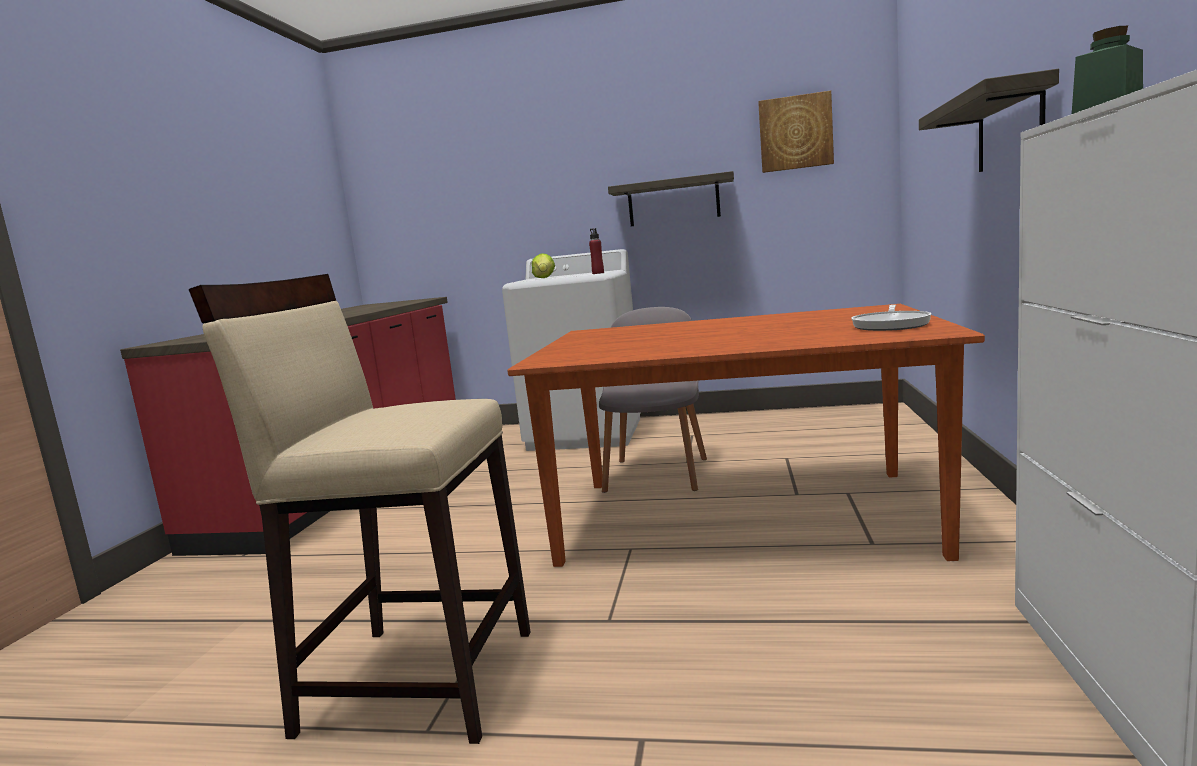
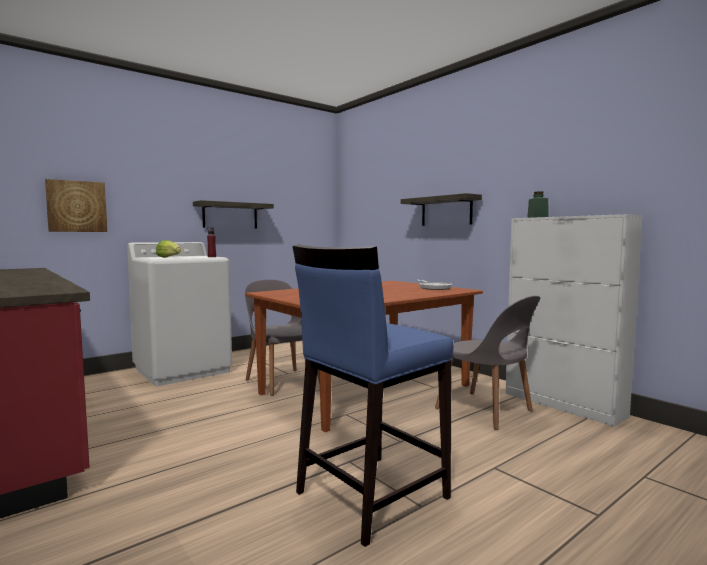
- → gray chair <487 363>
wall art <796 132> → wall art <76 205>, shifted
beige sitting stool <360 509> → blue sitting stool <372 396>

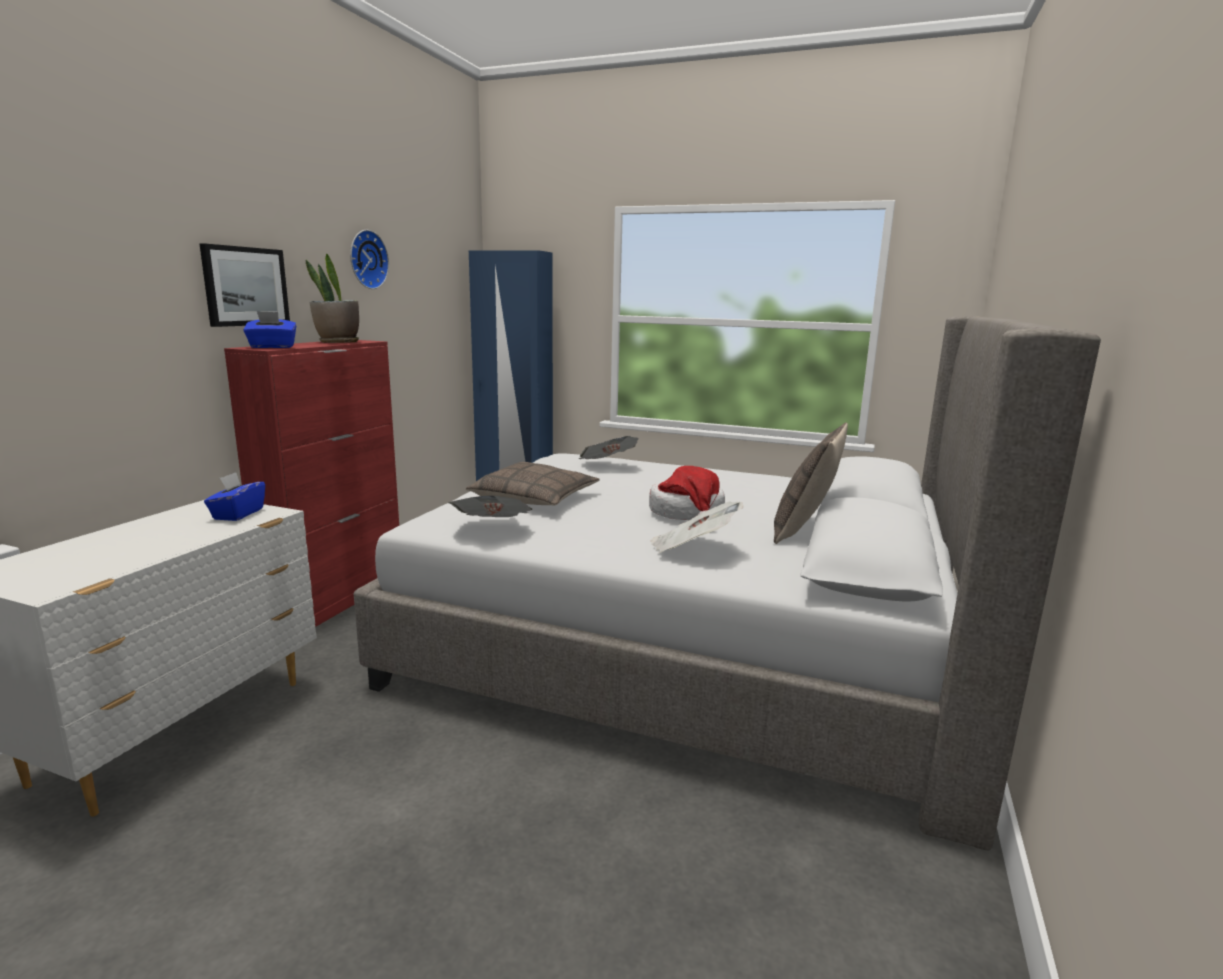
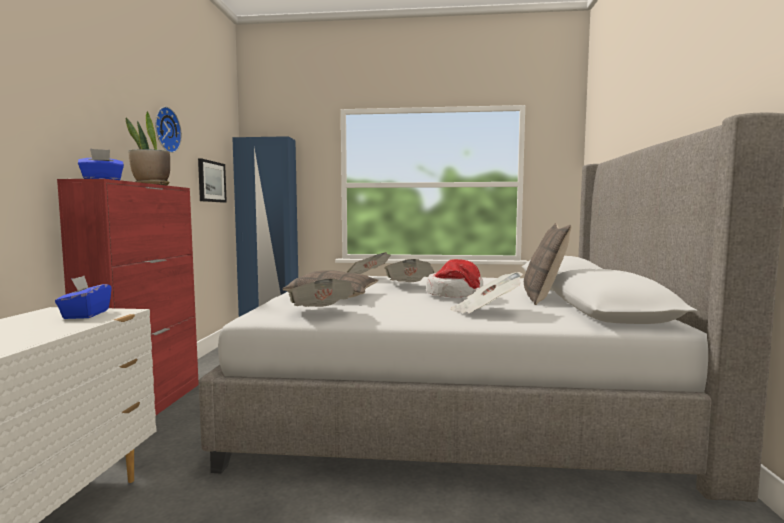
- → newspaper <409 270>
wall art <244 285> → wall art <212 180>, shifted

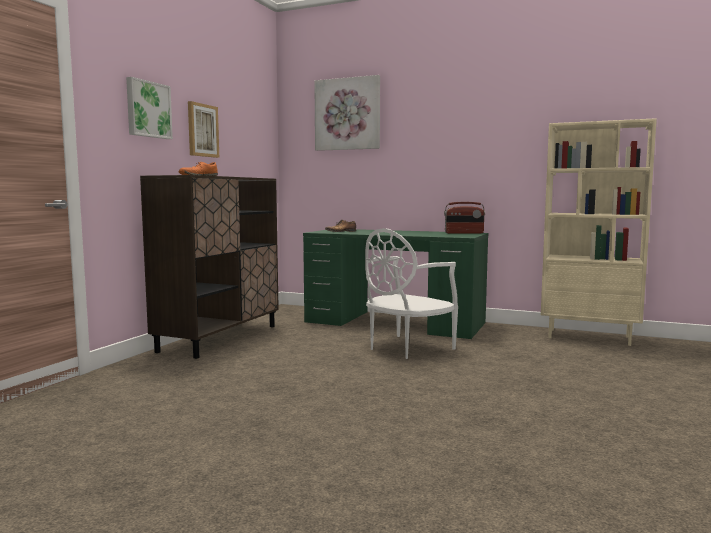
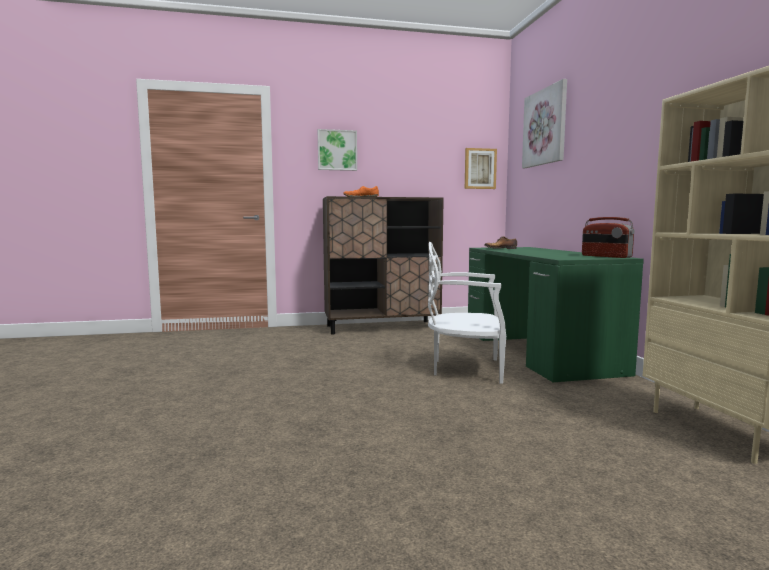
wall art <203 129> → wall art <481 168>, shifted

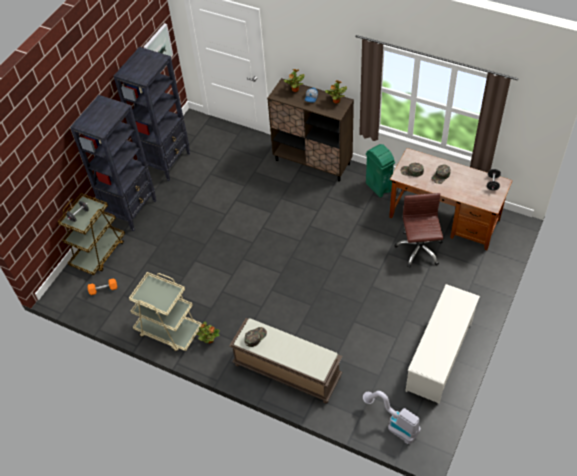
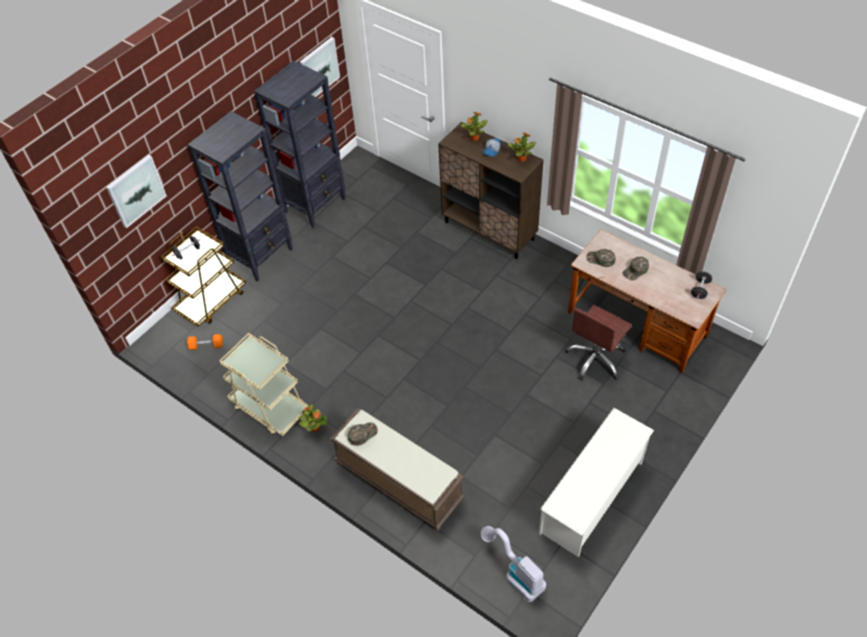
green-coloured waste bin <380 171> → -
- → wall art <136 191>
brown desk chair <419 230> → brown desk chair <598 342>, 150 degrees counterclockwise

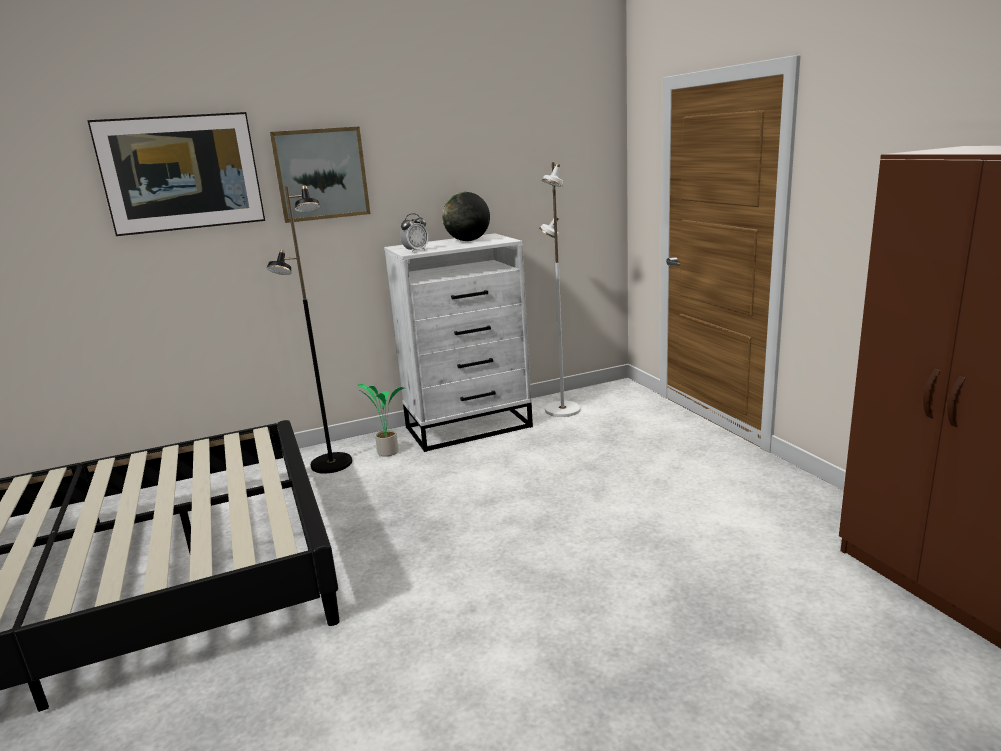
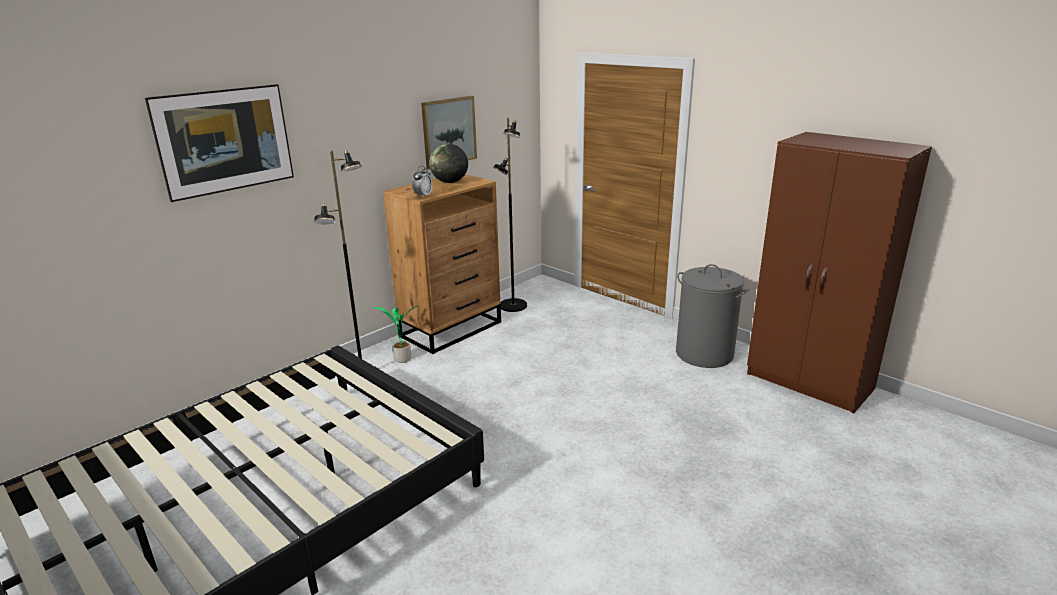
- → gray laundry basket <713 316>
wall art <320 174> → wall art <449 132>, shifted
white-coloured dresser <458 342> → brown dresser <442 264>
white-coloured floor lamp <560 289> → blackish floor lamp <510 215>

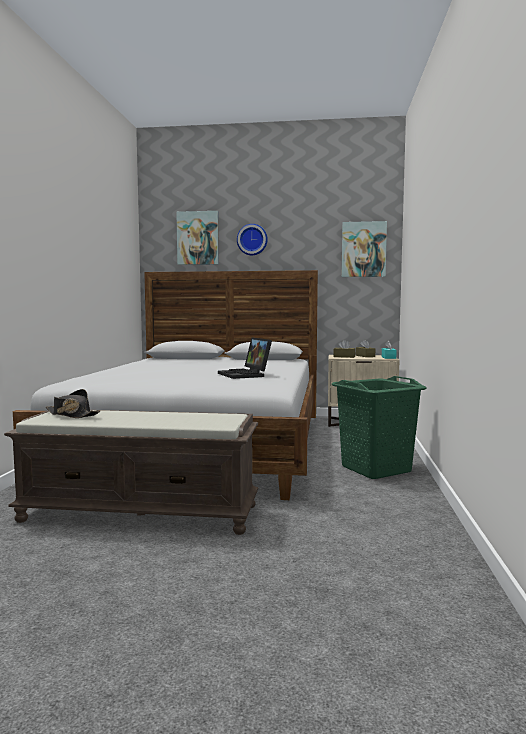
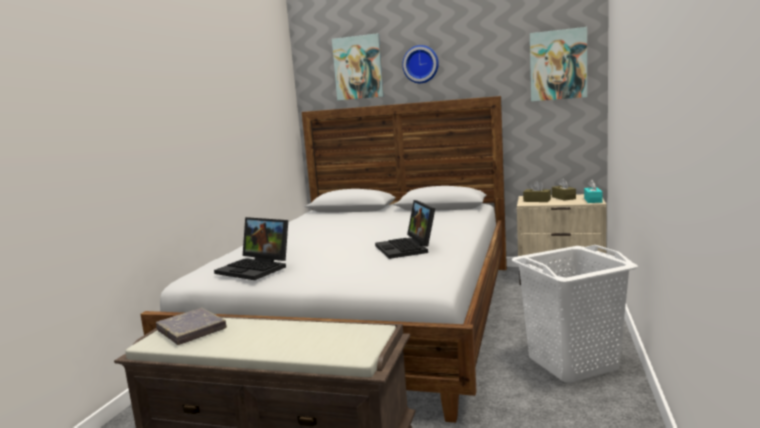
- → laptop <251 248>
blackish clothing hat <73 403> → gray bound book <191 326>
green-coloured laundry basket <379 427> → white-coloured laundry basket <575 314>

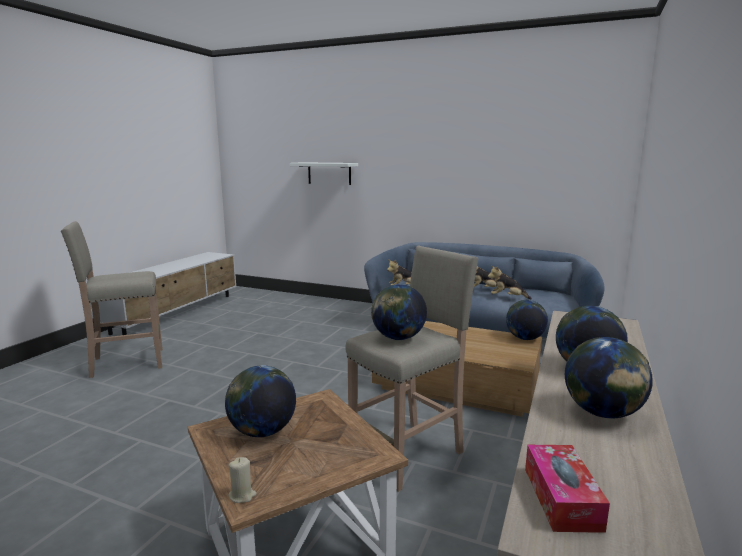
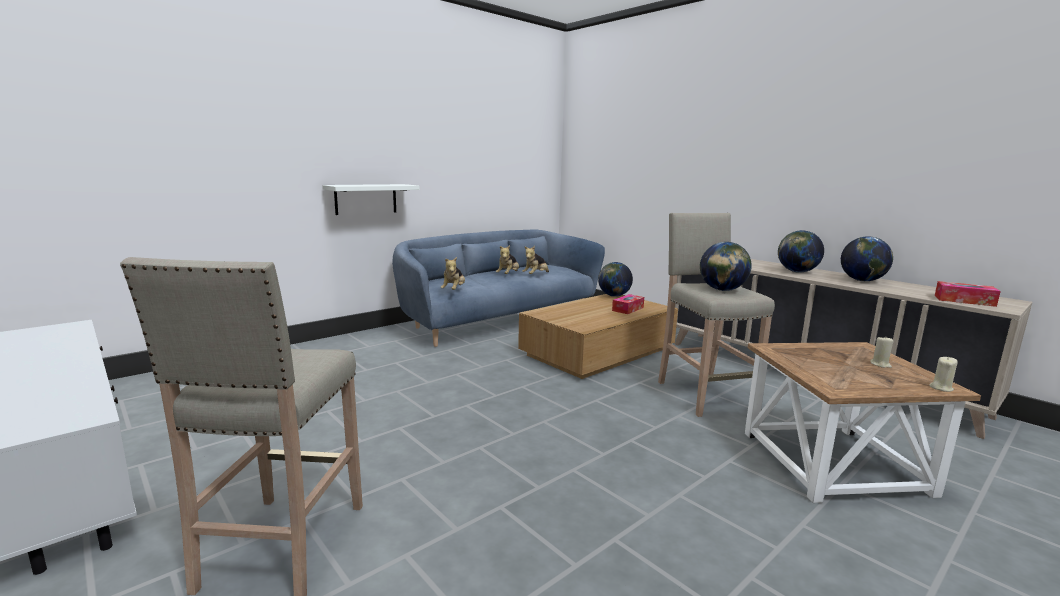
globe <260 401> → -
- → tissue holder <628 304>
- → beige wax light <882 352>
white-coloured wall shelf <324 173> → white-coloured wall shelf <371 199>, shifted

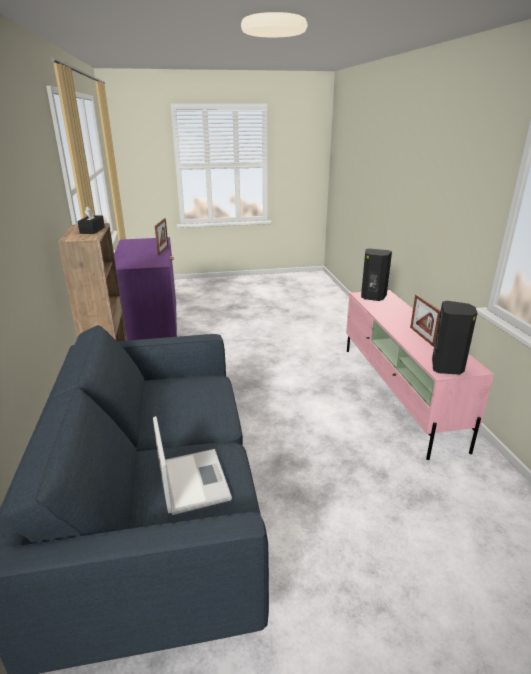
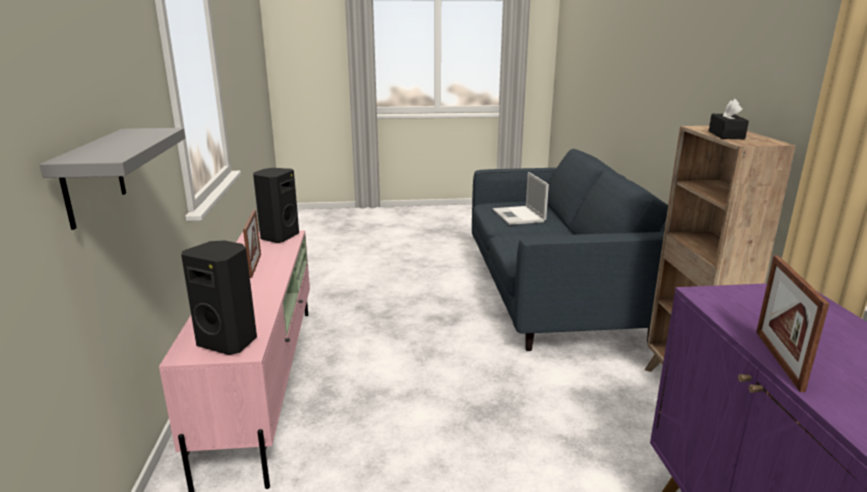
- → gray wall shelf <112 179>

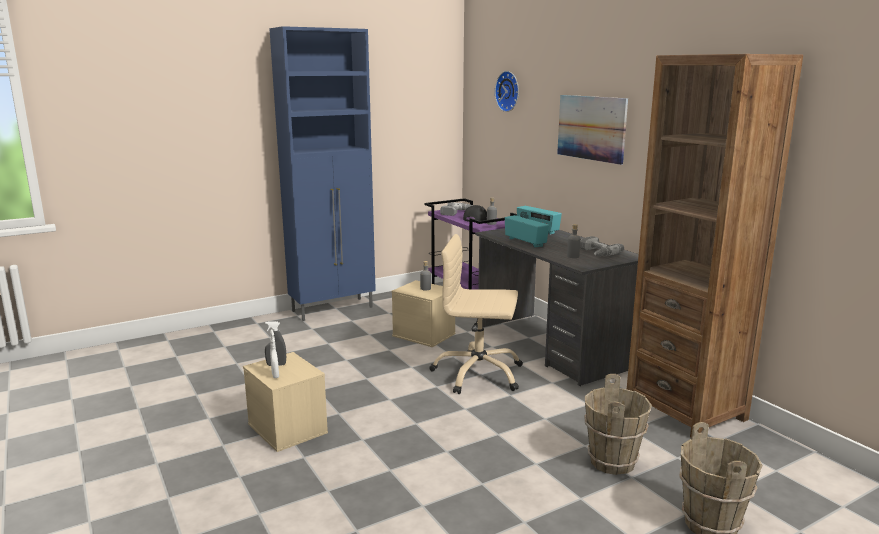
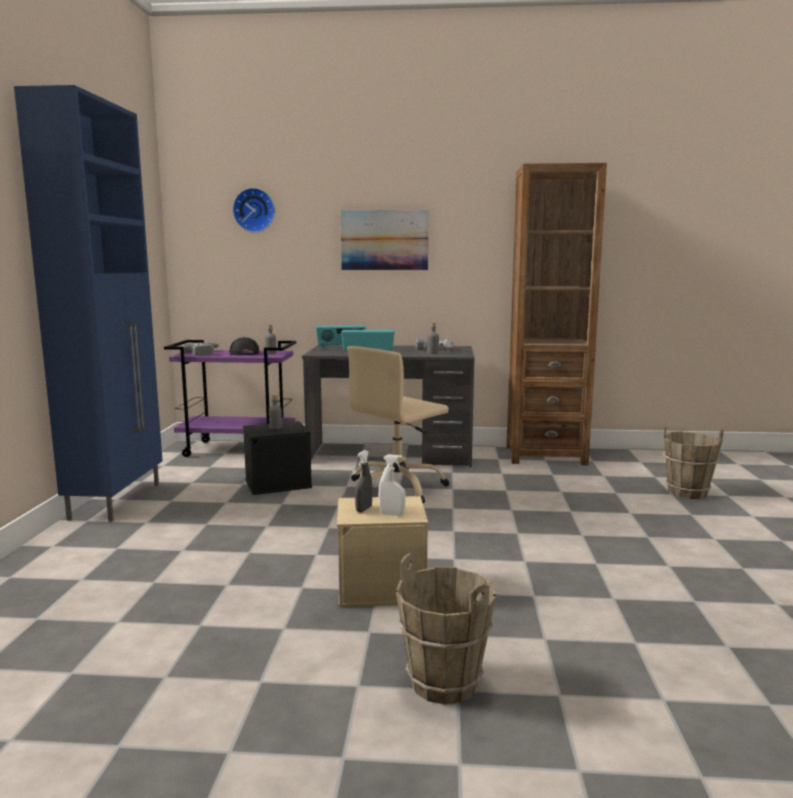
brown pail <618 424> → brown pail <446 629>, shifted
beige storage bin <423 313> → blackish storage bin <277 458>

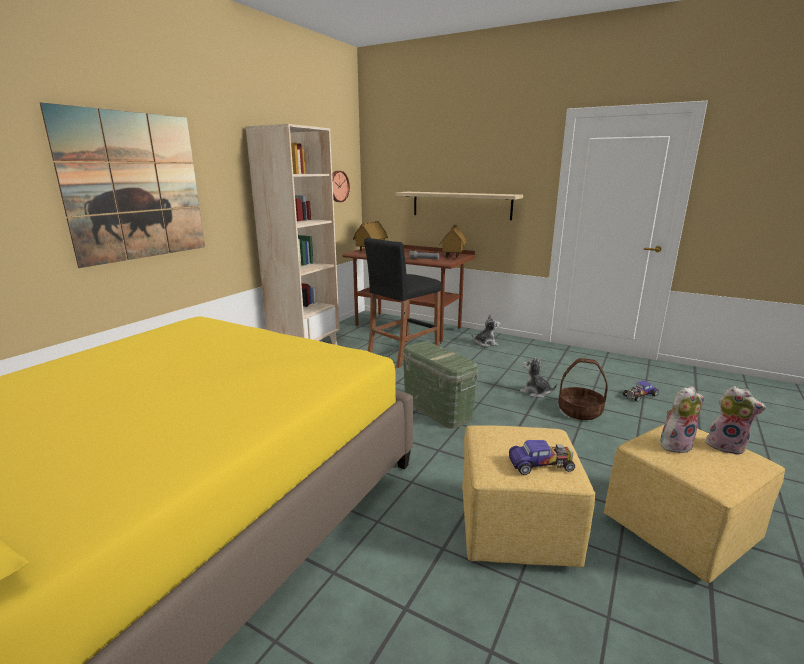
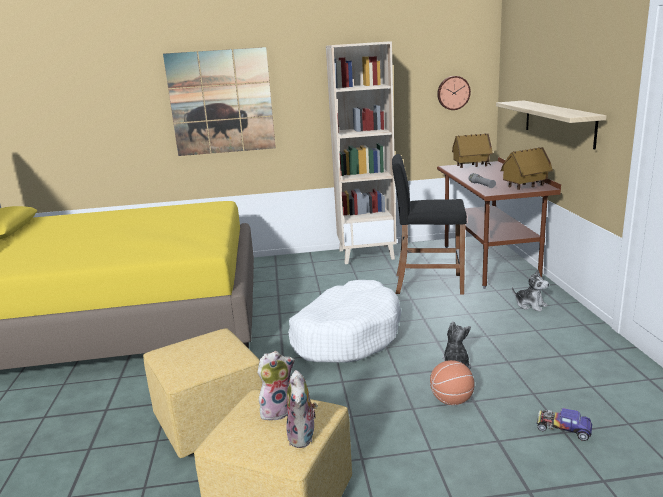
miniature car <542 457> → -
green-coloured storage bin <440 385> → white-coloured dog cushion <344 321>
storage basket <583 389> → ball for basketball <452 382>
soft toy <682 419> → soft toy <276 385>, 60 degrees counterclockwise

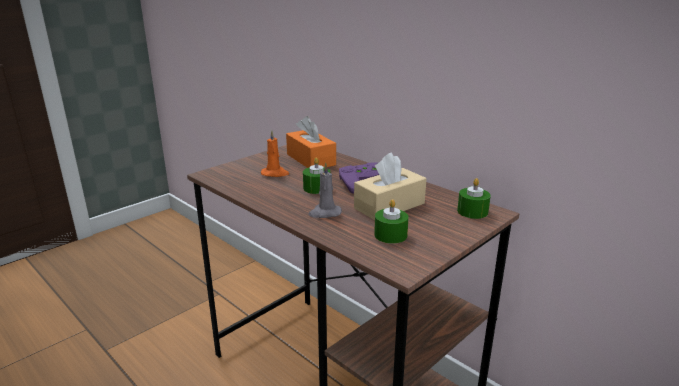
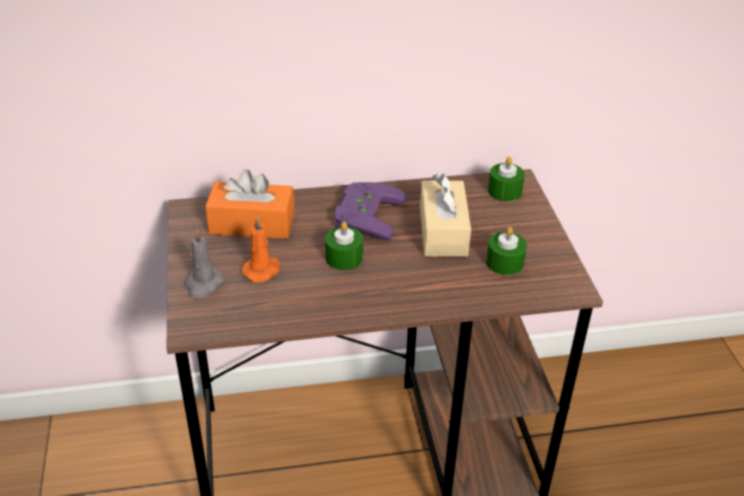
gray wax light <325 190> → gray wax light <204 264>, shifted

